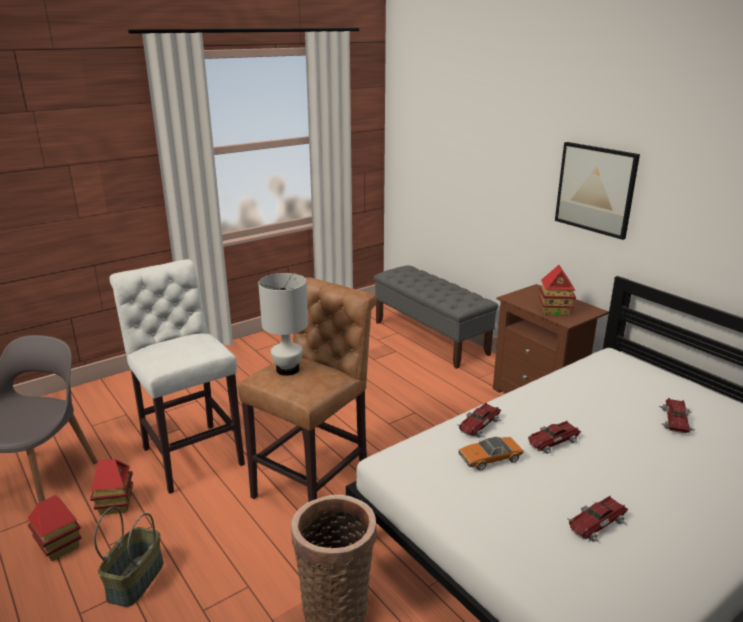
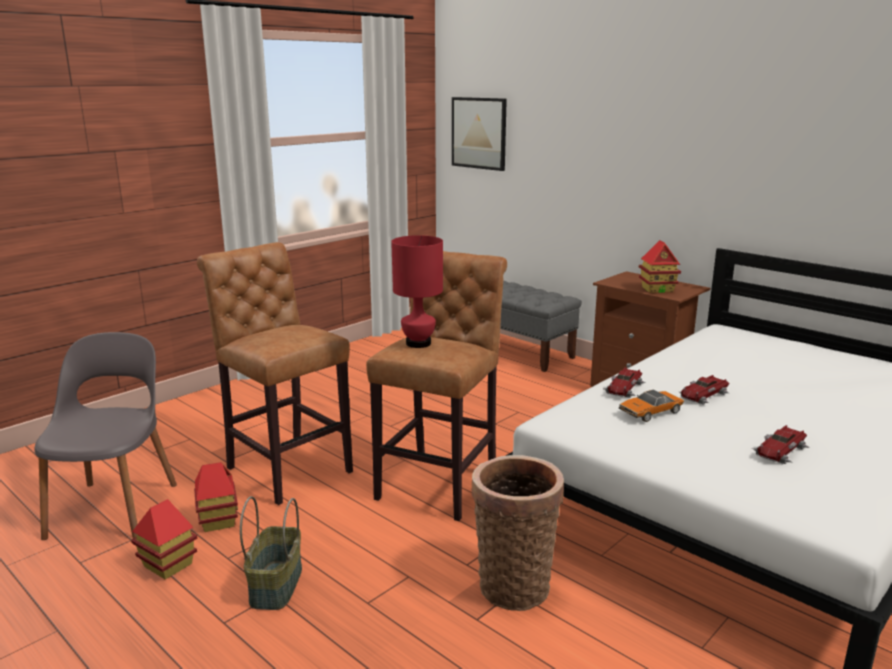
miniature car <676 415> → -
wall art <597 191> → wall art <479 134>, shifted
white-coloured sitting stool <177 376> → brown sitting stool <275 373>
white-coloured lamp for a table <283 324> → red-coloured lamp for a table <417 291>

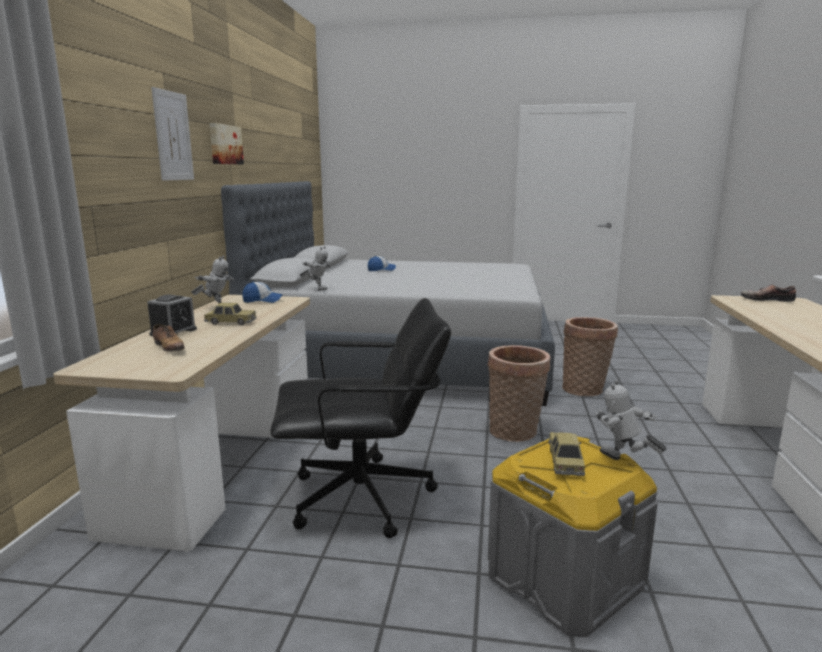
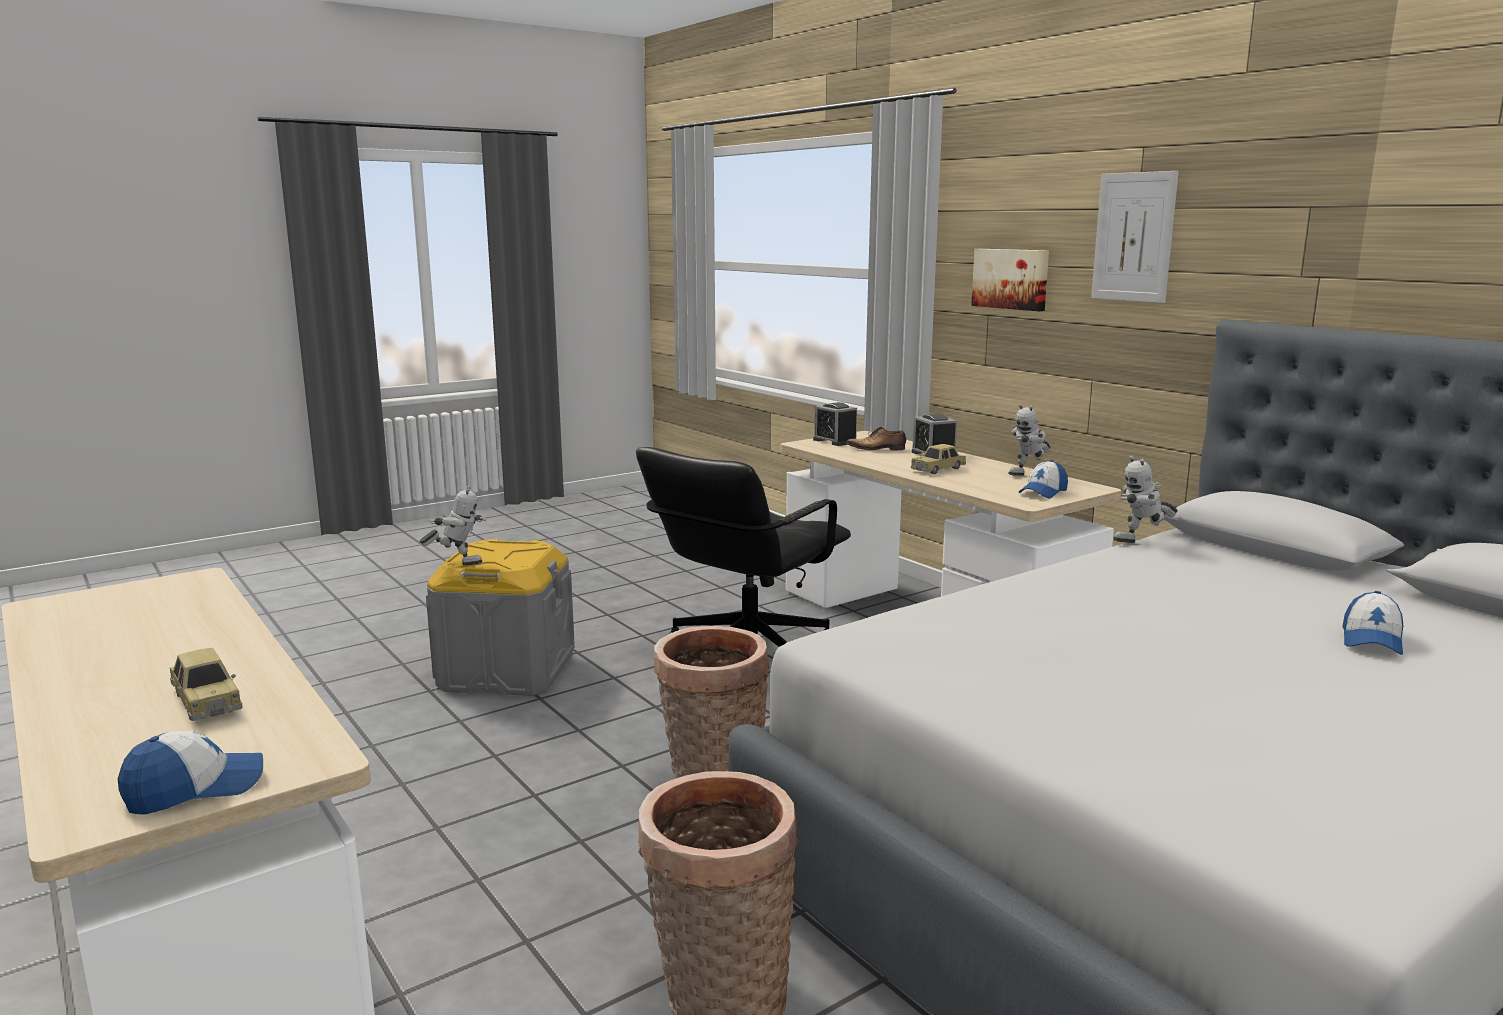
- → table clock <835 424>
wall art <227 144> → wall art <1010 280>, shifted
miniature car <567 453> → miniature car <206 684>, shifted
item of footwear <768 293> → peaked cap <190 773>

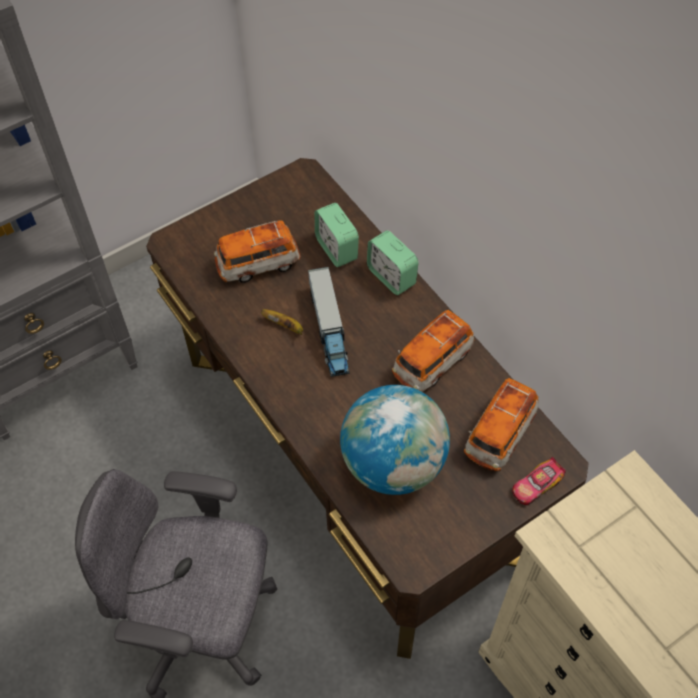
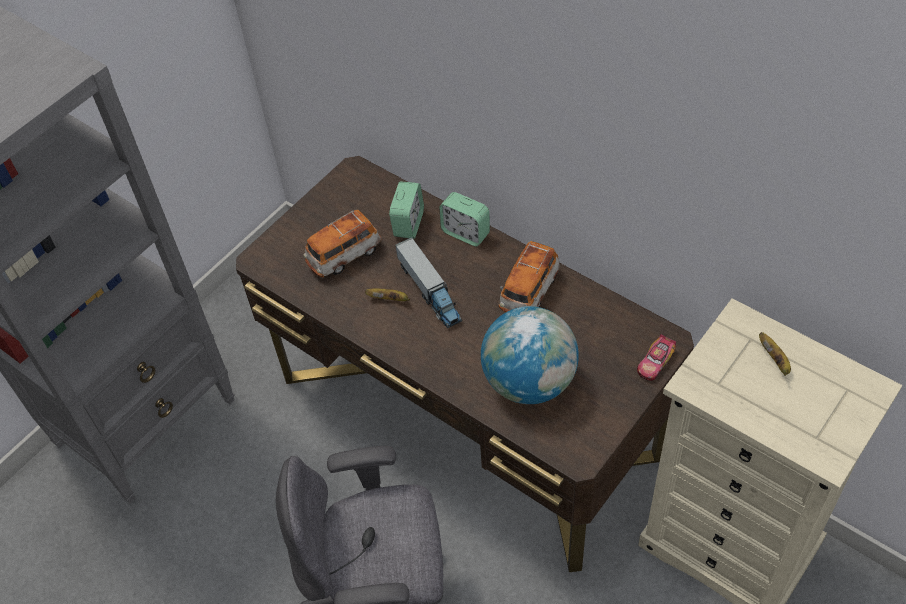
miniature car <501 424> → -
- → banana <775 354>
table clock <337 235> → table clock <406 210>, 120 degrees counterclockwise

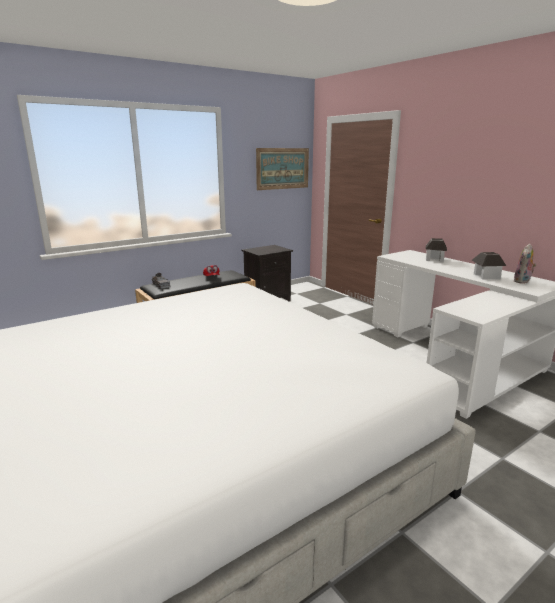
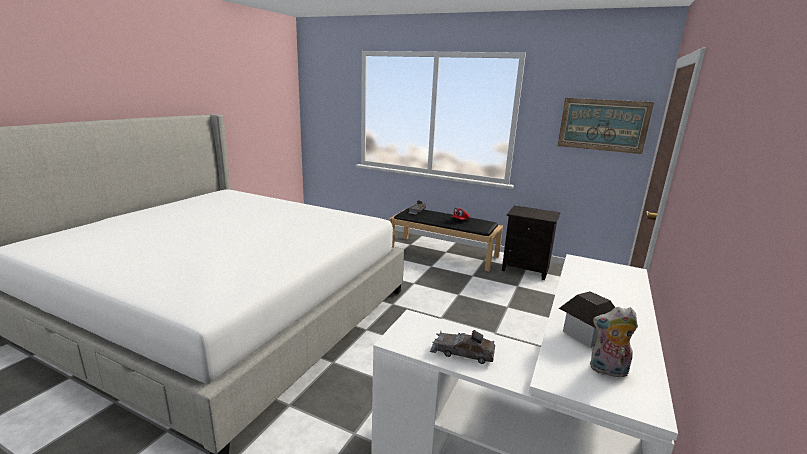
model house <436 250> → -
- → gray miniature car <462 347>

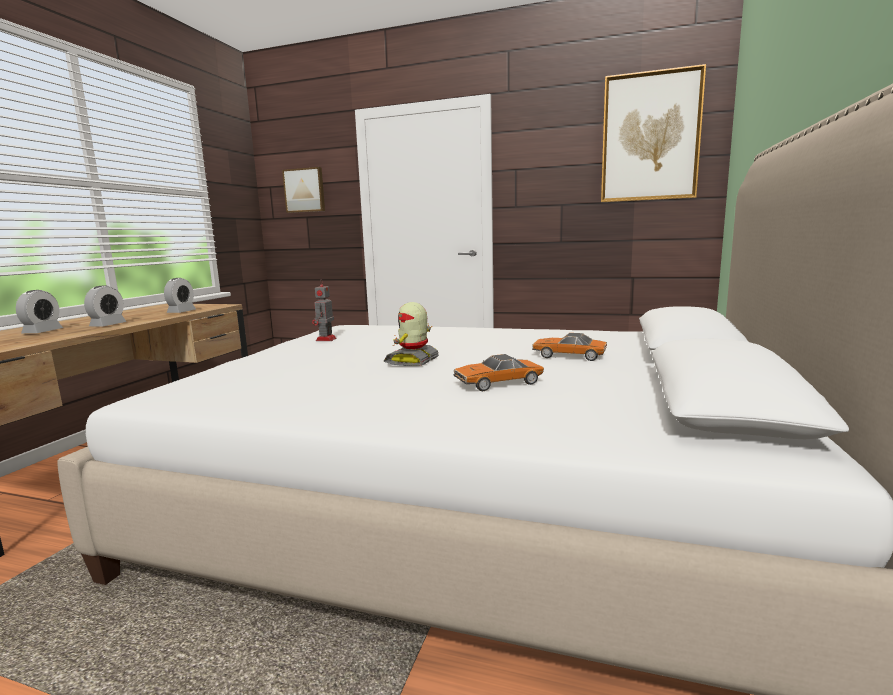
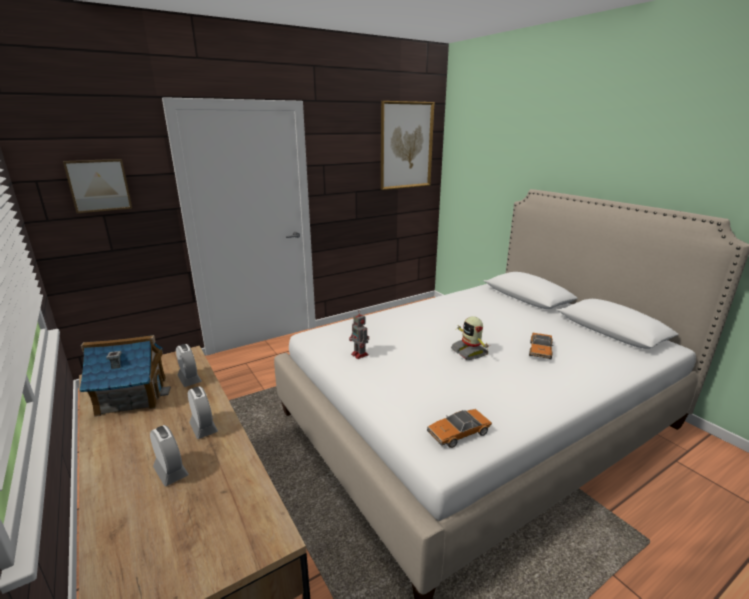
- → model house <125 376>
miniature car <569 347> → miniature car <459 428>, shifted

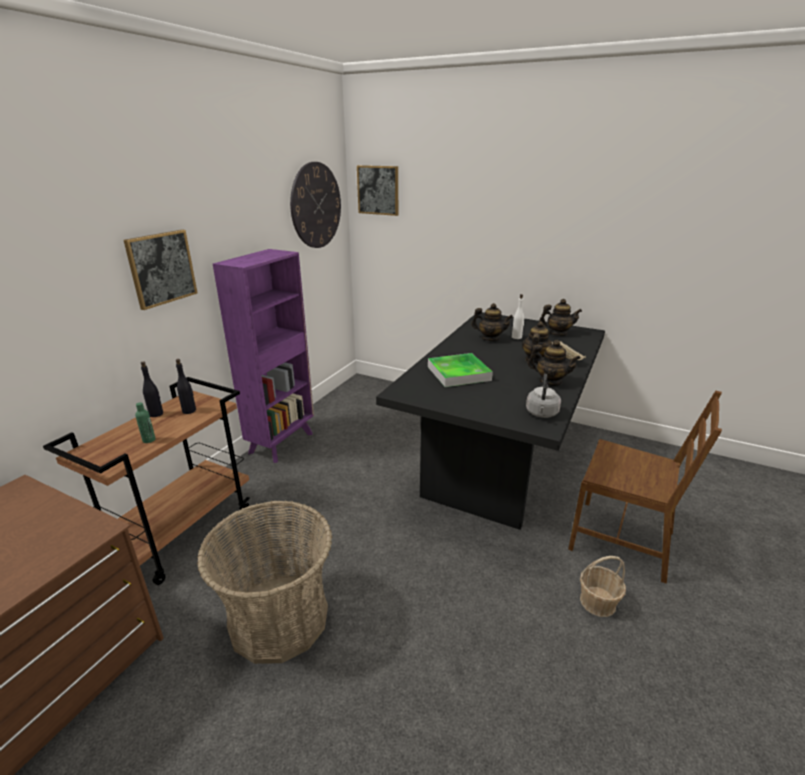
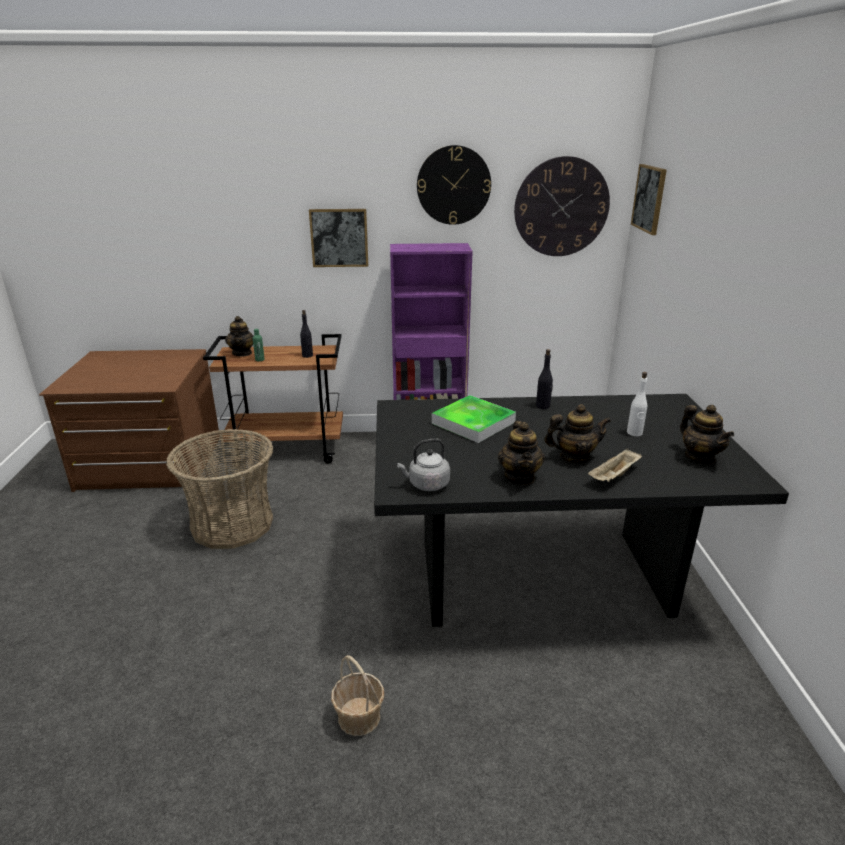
brown chair <645 487> → -
- → clock on the wall <454 185>
blackish bottle <152 389> → blackish bottle <544 379>, shifted
tea pot <492 322> → tea pot <239 336>, shifted

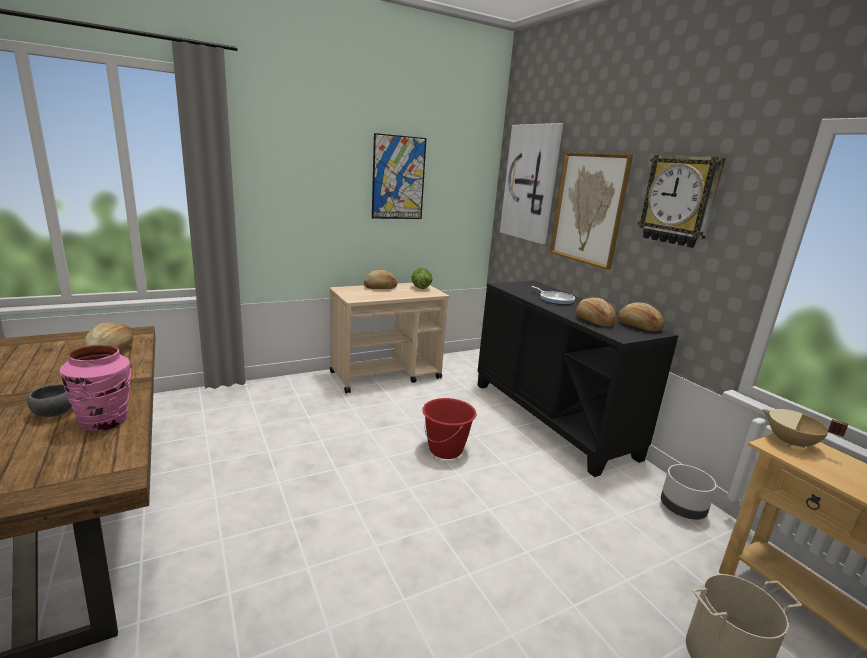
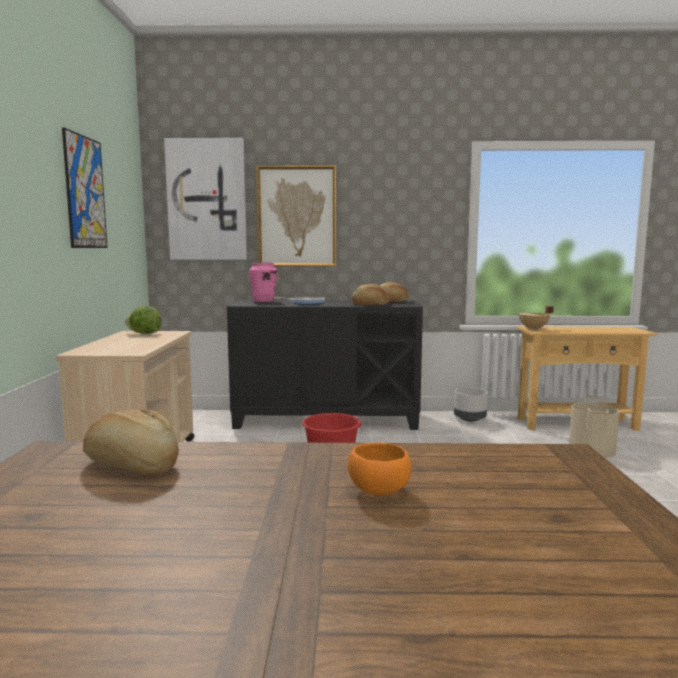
baked bread <380 279> → -
clock on the wall <681 201> → -
pinkish vase <95 388> → pinkish vase <263 282>, shifted
gray serving bowl <49 400> → orange-coloured serving bowl <379 469>

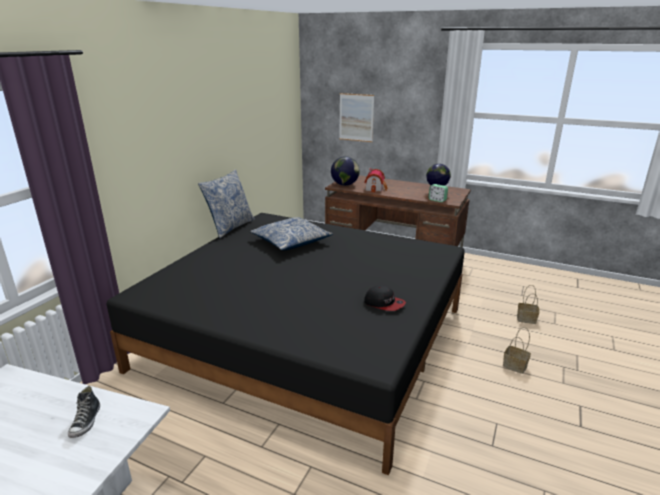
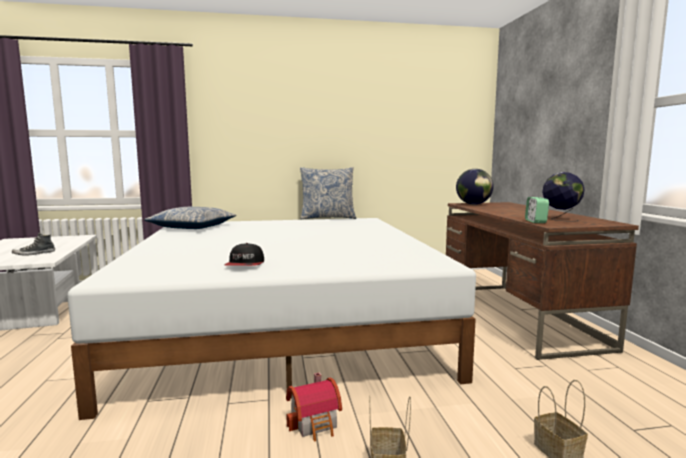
wall art <356 117> → -
throw pillow <291 233> → throw pillow <190 218>, shifted
model house <376 180> → model house <314 406>, shifted
blackish bed <286 344> → white-coloured bed <271 319>

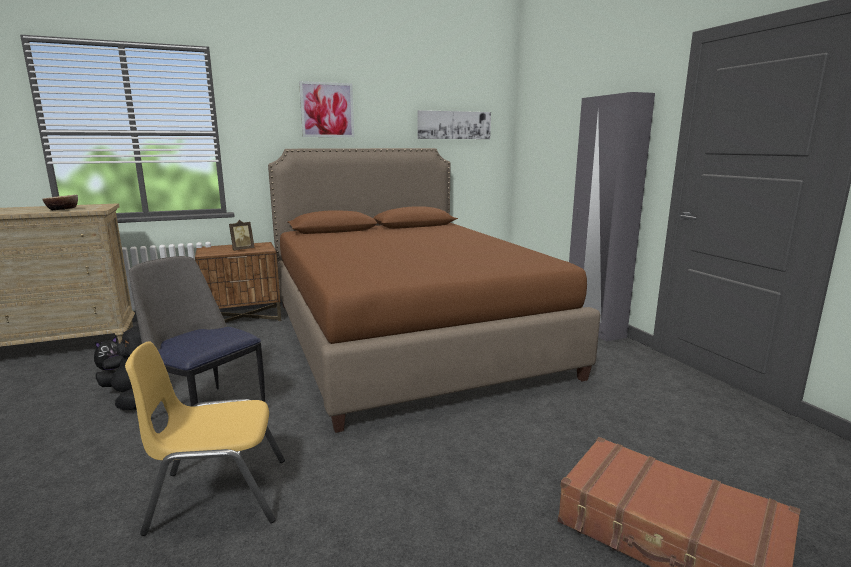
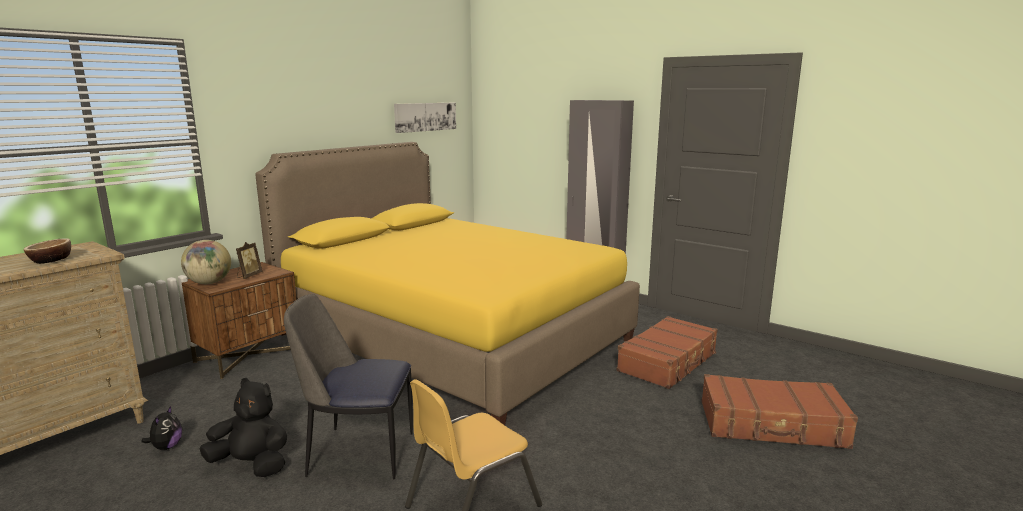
wall art <326 109> → -
- → globe <206 262>
- → brown suitcase <667 352>
brown bed <434 290> → yellow-coloured bed <447 283>

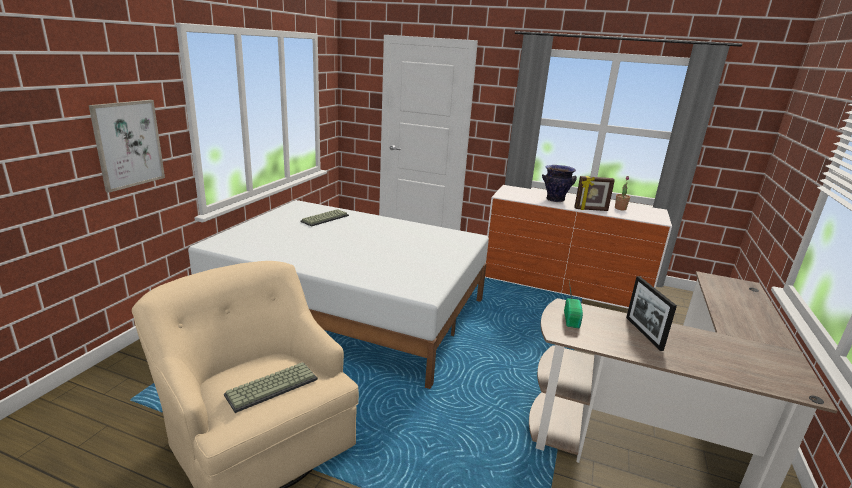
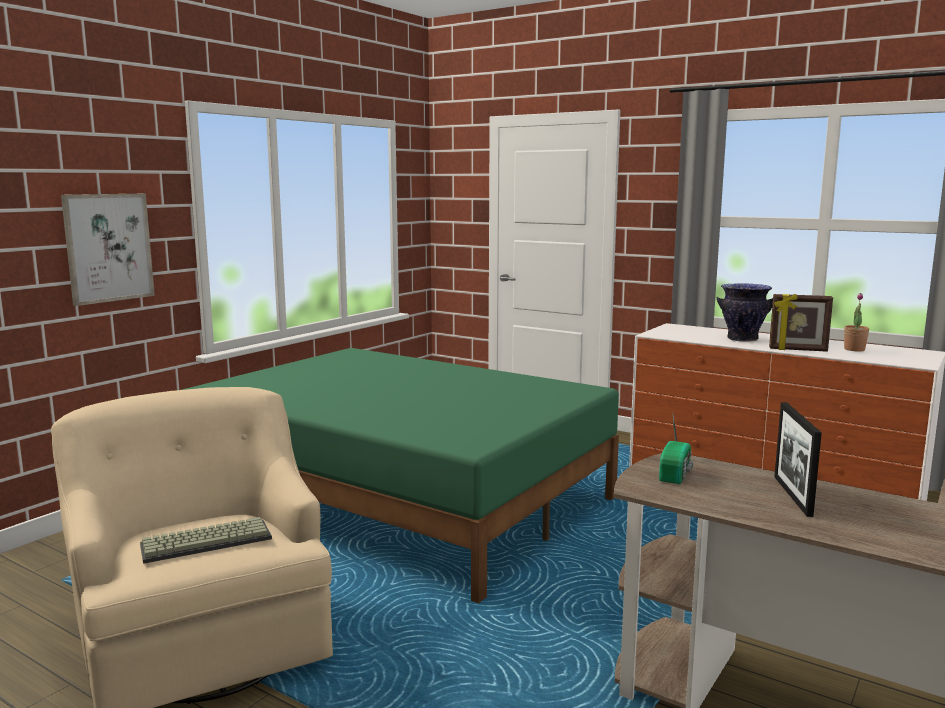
PC keyboard <325 218> → -
white-coloured bed <338 294> → green-coloured bed <400 475>

